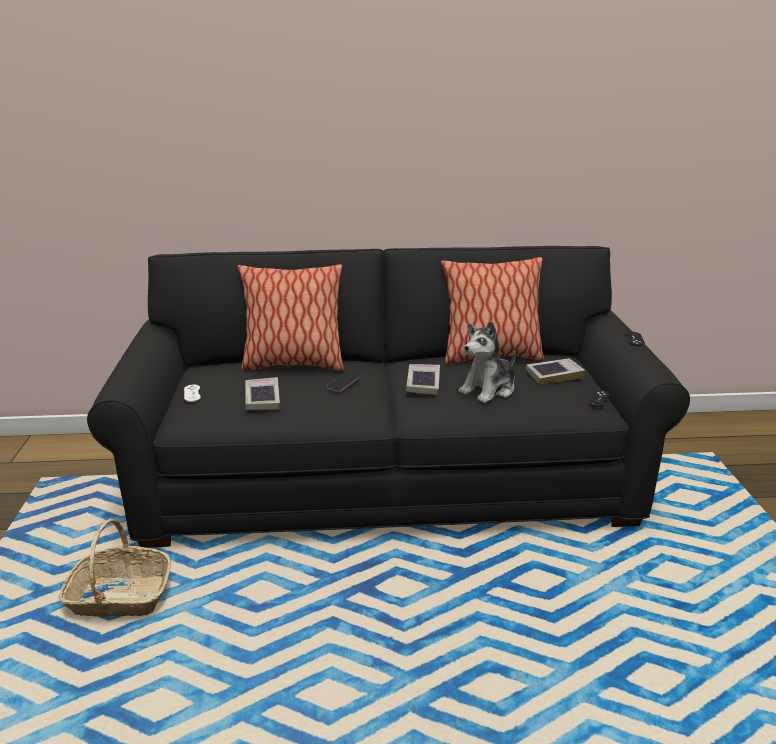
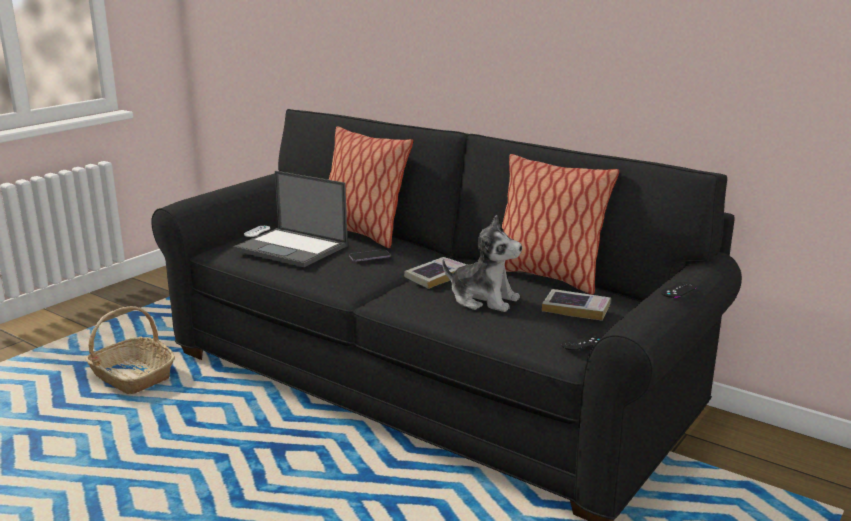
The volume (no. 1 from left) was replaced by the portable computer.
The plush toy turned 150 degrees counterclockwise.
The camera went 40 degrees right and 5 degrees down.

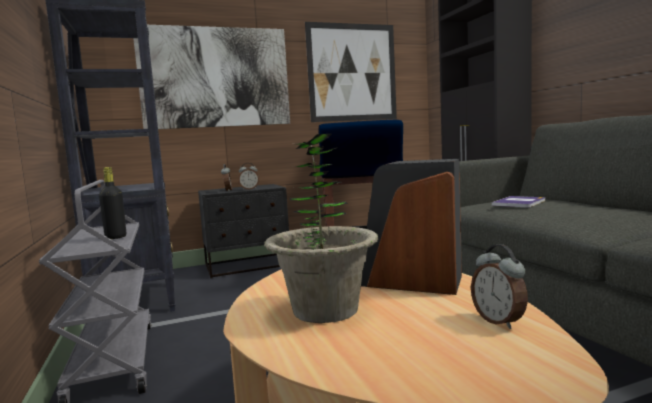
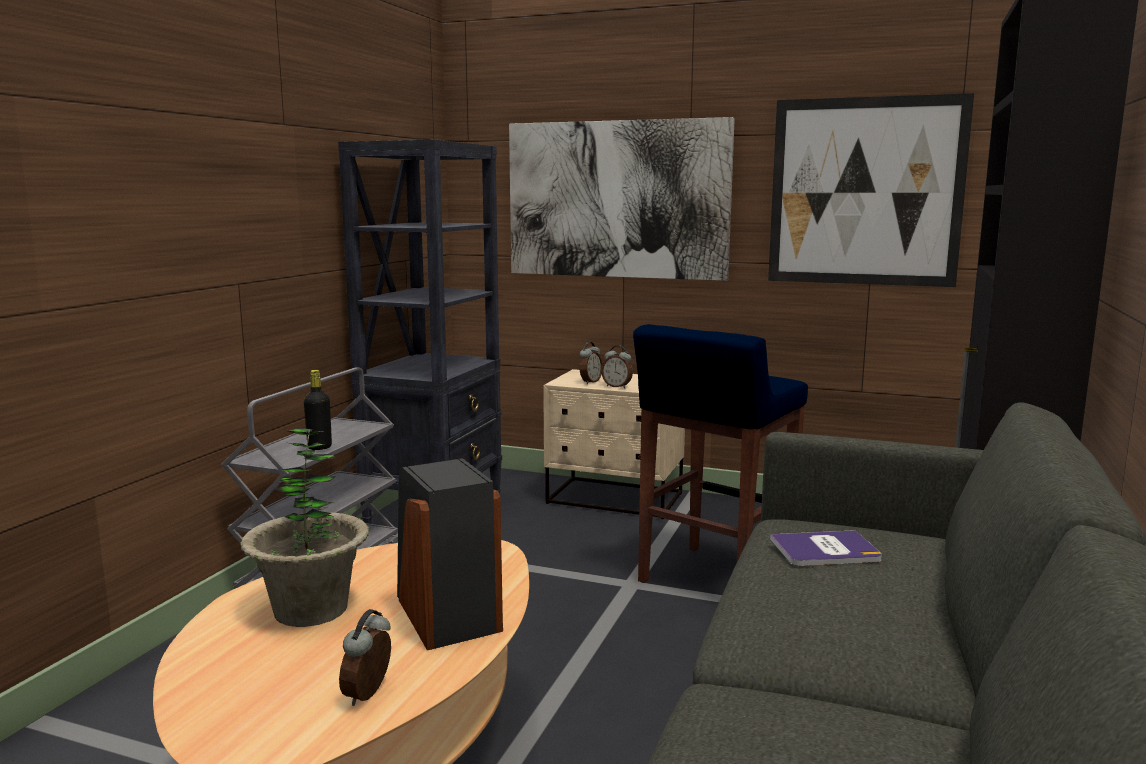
The blackish bedside table became the beige-coloured bedside table.
The camera went 40 degrees right and 5 degrees up.

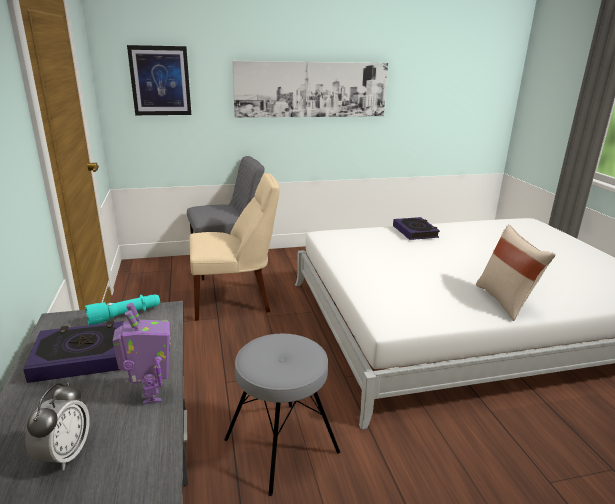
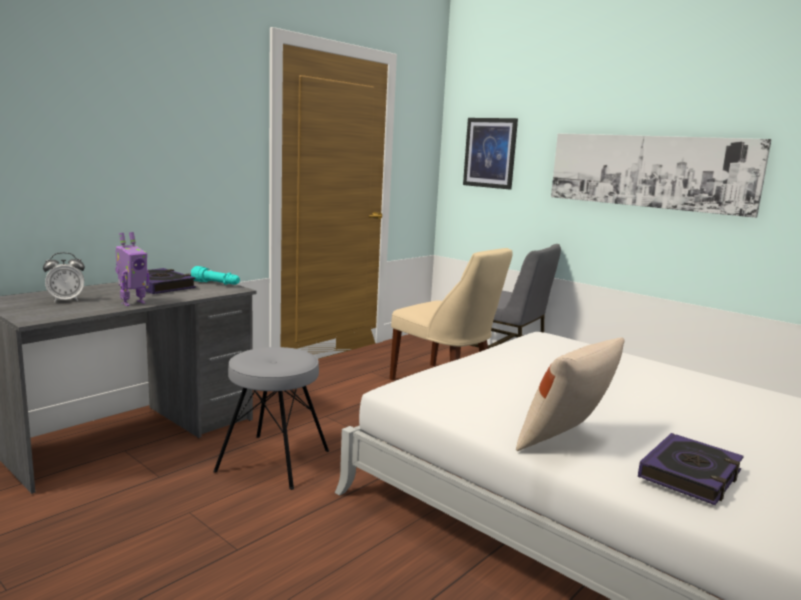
The volume (no. 2 from left) moved.
The camera went 55 degrees right and 10 degrees down.

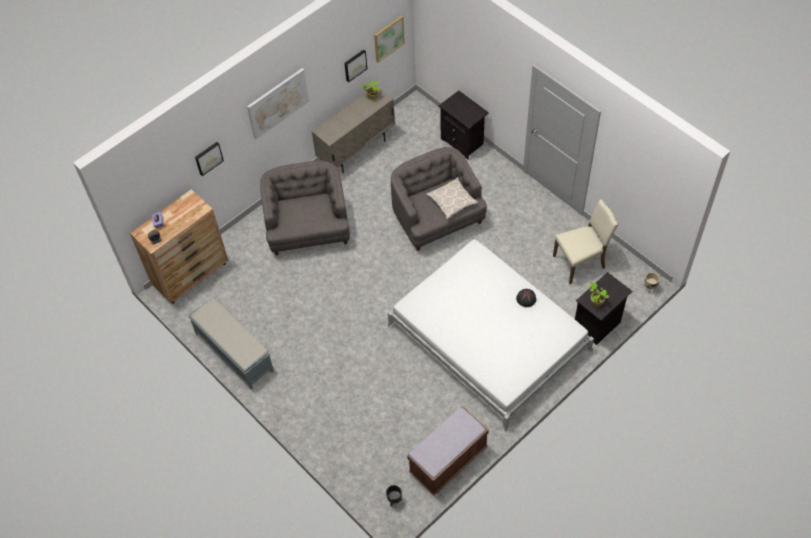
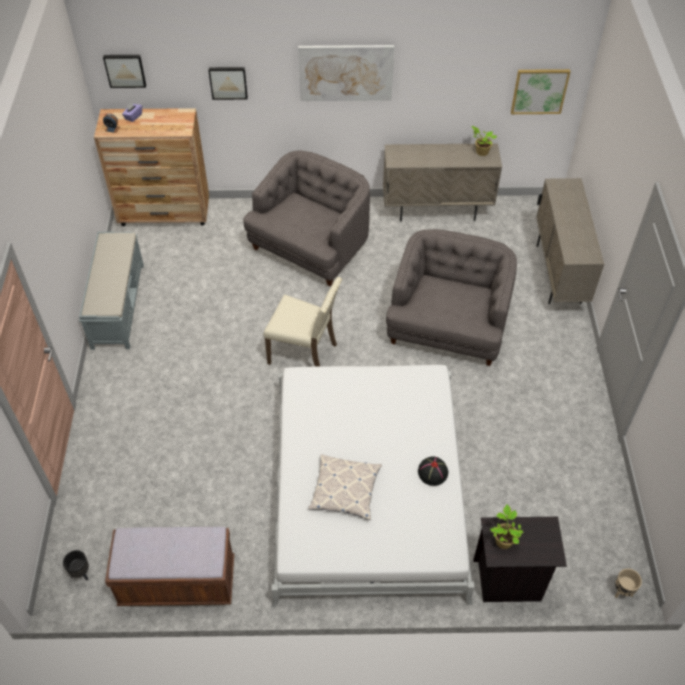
The wall picture (no. 3 from left in the first image) moved.
The pillow moved.
The blackish bedside table (no. 1 from left) was replaced by the beige-coloured cupboard (no. 2 from left).
The beige-coloured upright chair moved.
The camera went 40 degrees right and 5 degrees down.

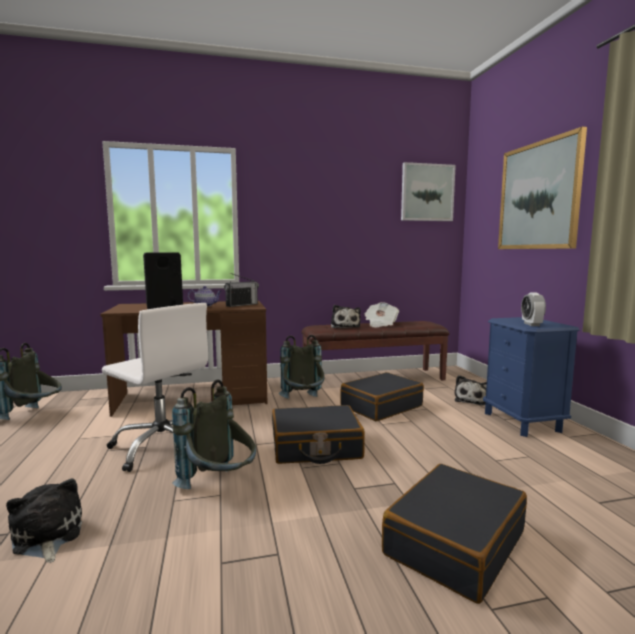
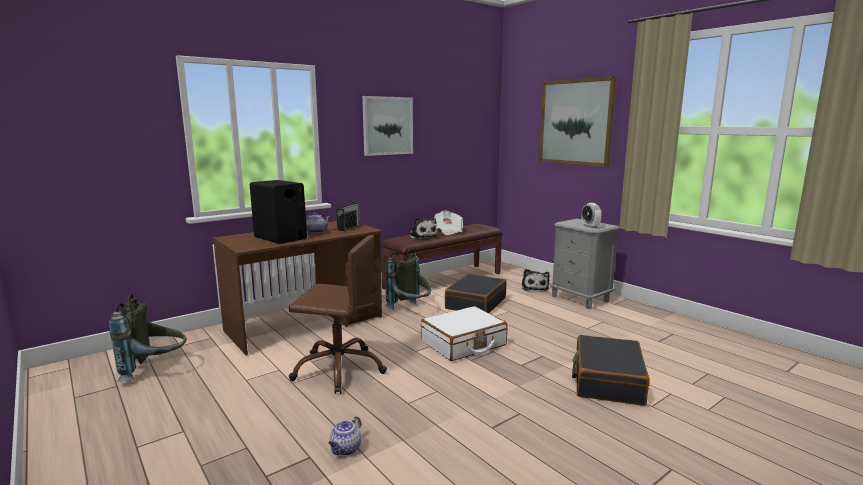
The plush toy (no. 1 from left) was replaced by the teapot (no. 2 from left).
The white office chair became the brown-coloured office chair.
The grey rucksack (no. 2 from left) disappeared.
The blackish travel case (no. 1 from left) became the white travel case.
The wall picture (no. 1 from left) moved.
The blue bedside table became the grey bedside table.
The camera went 25 degrees left and 5 degrees up.

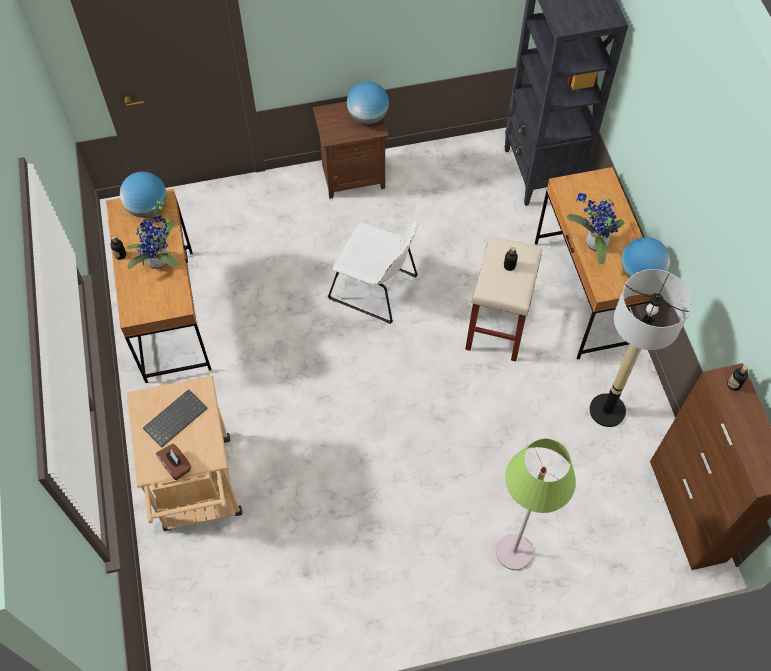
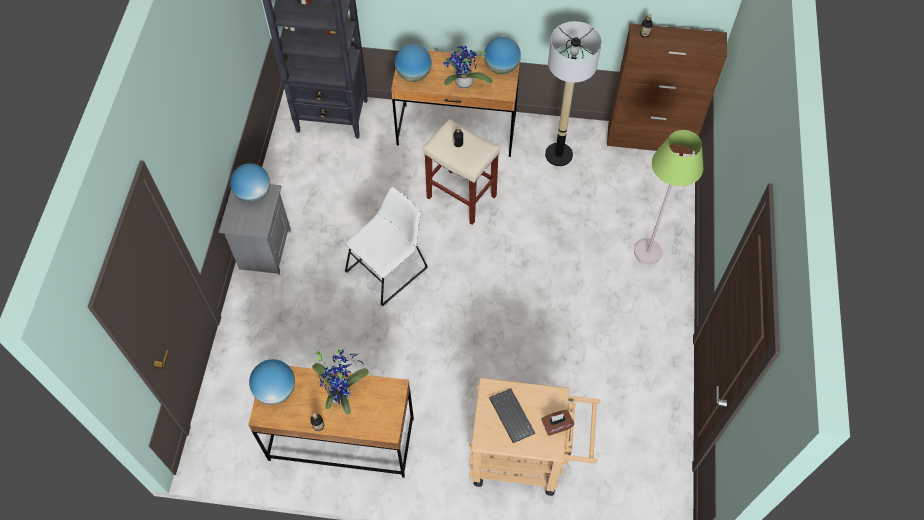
The brown-coloured bedside table became the grey bedside table.
The desk globe (no. 3 from left) appeared.
The camera went 70 degrees left and 0 degrees up.

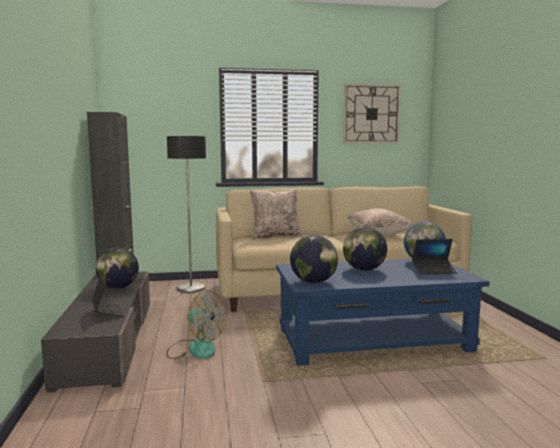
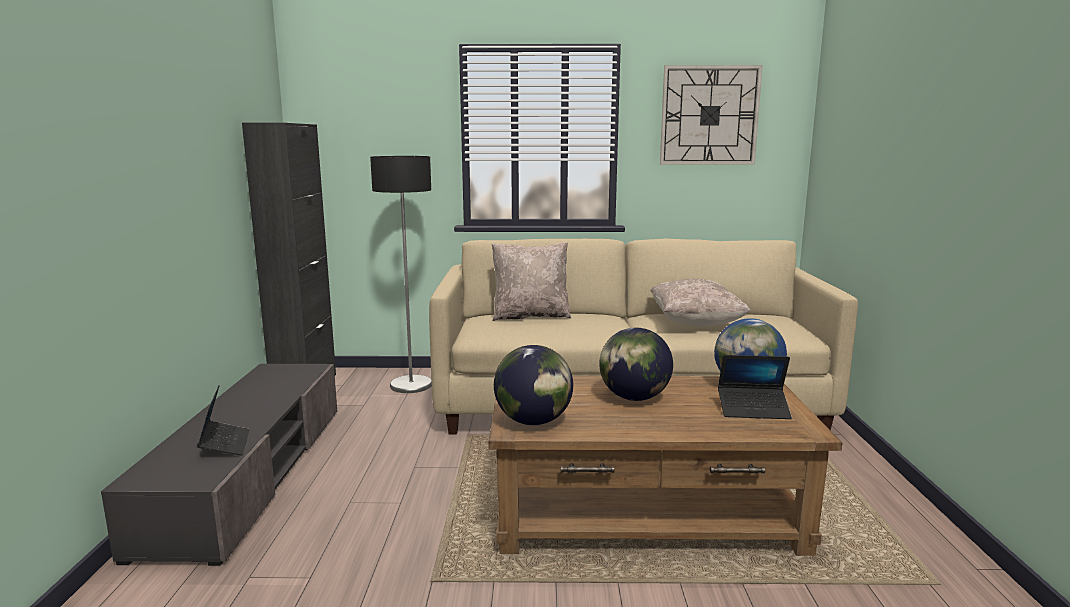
The desk globe (no. 1 from left) disappeared.
The electric fan disappeared.
The blue lounge table became the brown-coloured lounge table.
The camera went 10 degrees right and 5 degrees up.

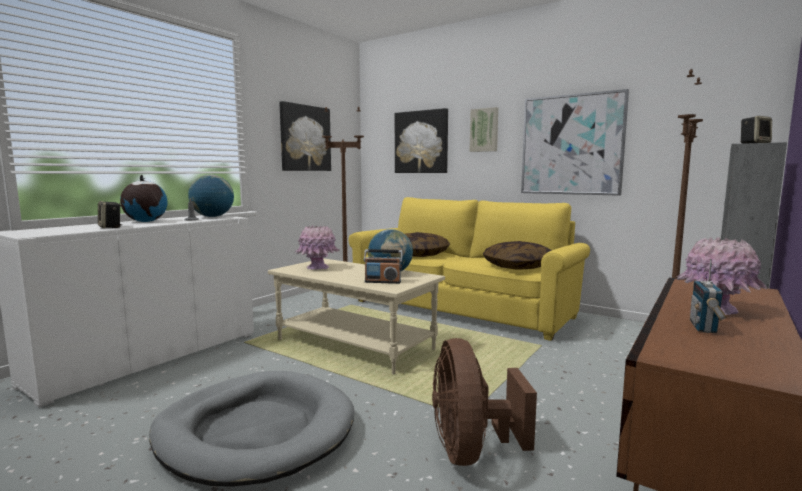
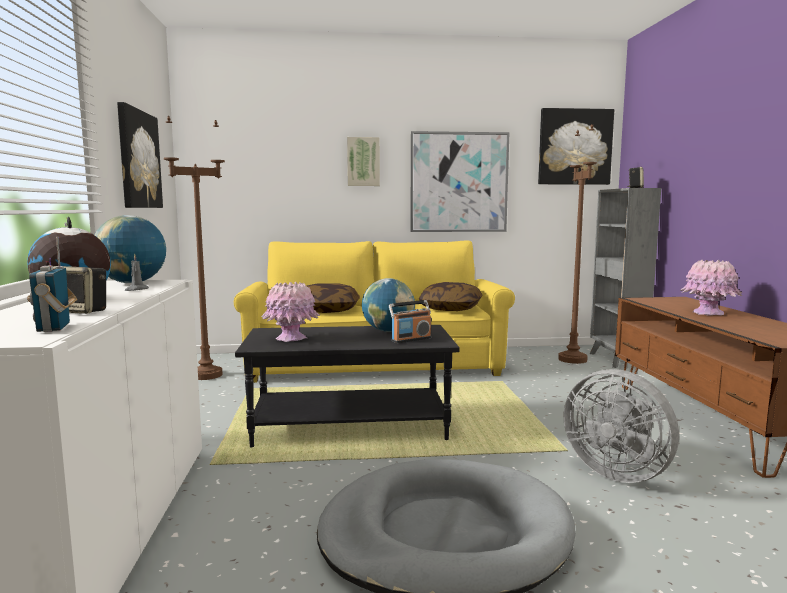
The beige-coloured lounge table became the blackish lounge table.
The wall picture (no. 2 from left in the first image) moved.
The brown-coloured electric fan became the grey electric fan.
The radio set (no. 2 from left in the first image) moved.
The camera went 40 degrees left and 0 degrees up.

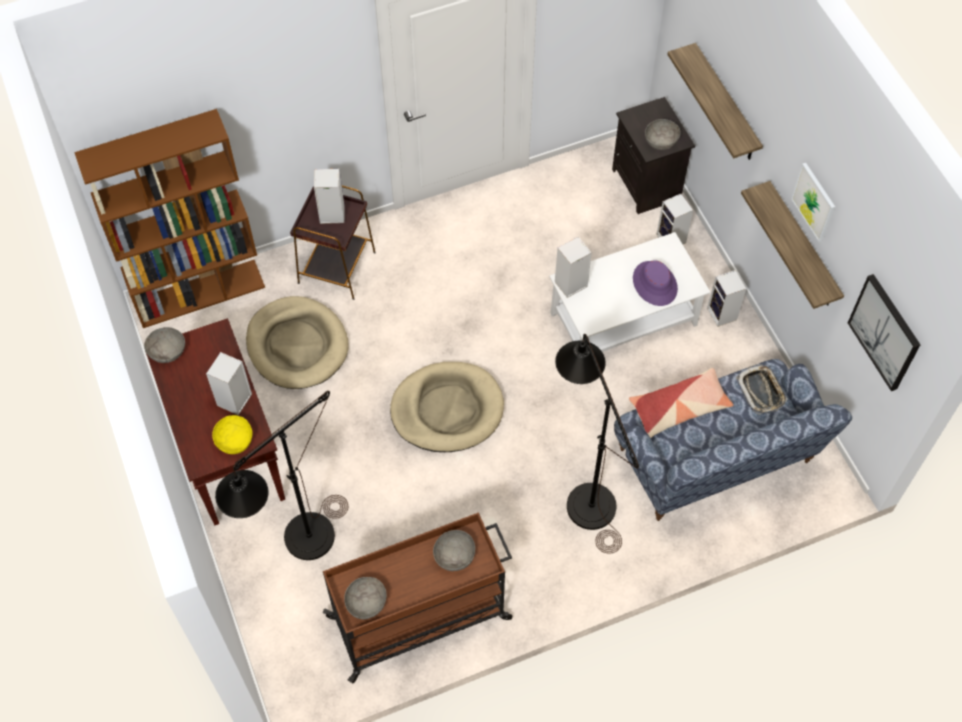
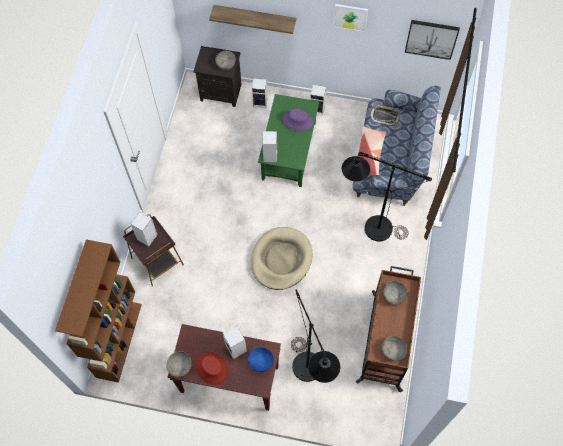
The yellow deep dish became the blue deep dish.
The beige-coloured dog bed (no. 1 from left) disappeared.
The white lounge table became the greenish lounge table.
The shelf (no. 2 from left) disappeared.
The reddish hat appeared.
The camera went 55 degrees left and 5 degrees up.

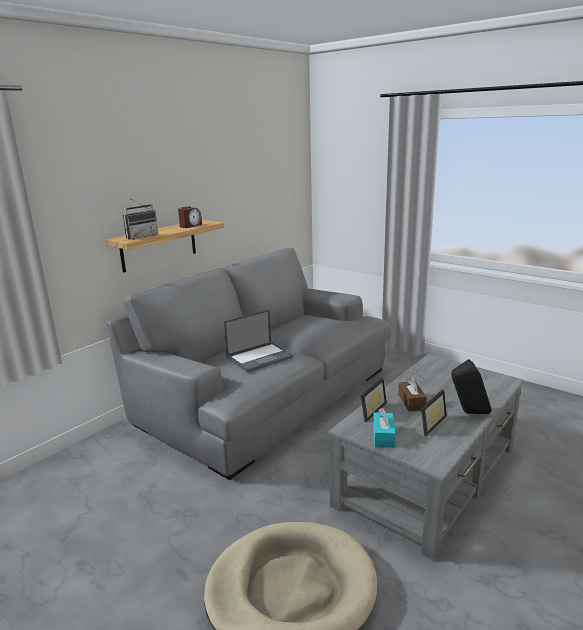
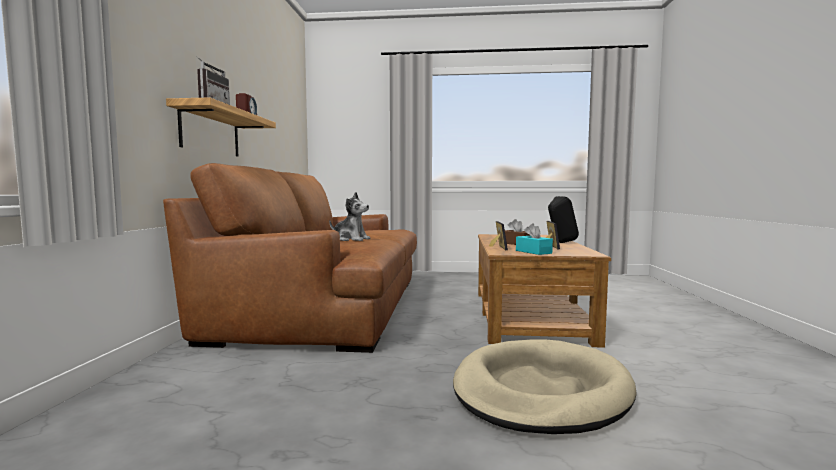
The grey sofa became the brown-coloured sofa.
The portable computer was replaced by the plush toy.
The grey lounge table became the brown-coloured lounge table.
The camera went 35 degrees left and 15 degrees down.

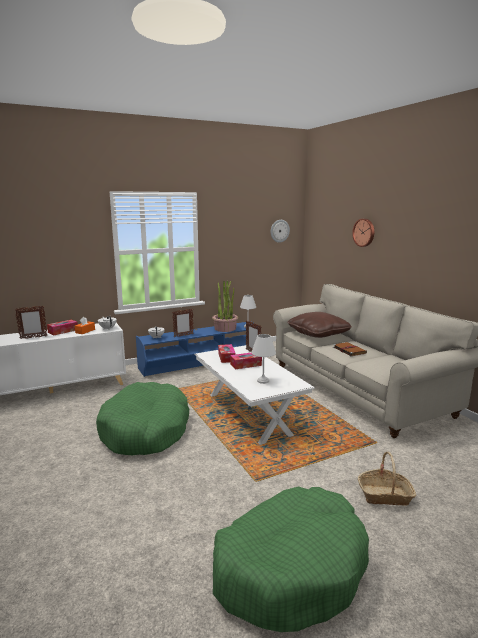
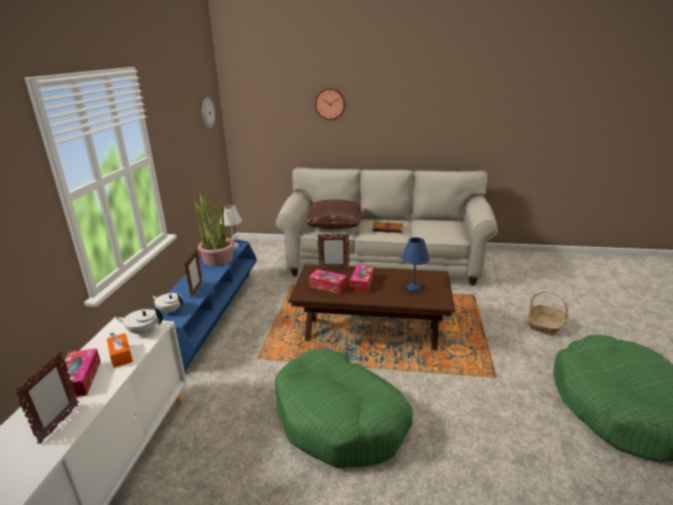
The white lounge table became the brown-coloured lounge table.
The white lamp for a table (no. 2 from left) became the blue lamp for a table.
The camera went 55 degrees left and 10 degrees up.

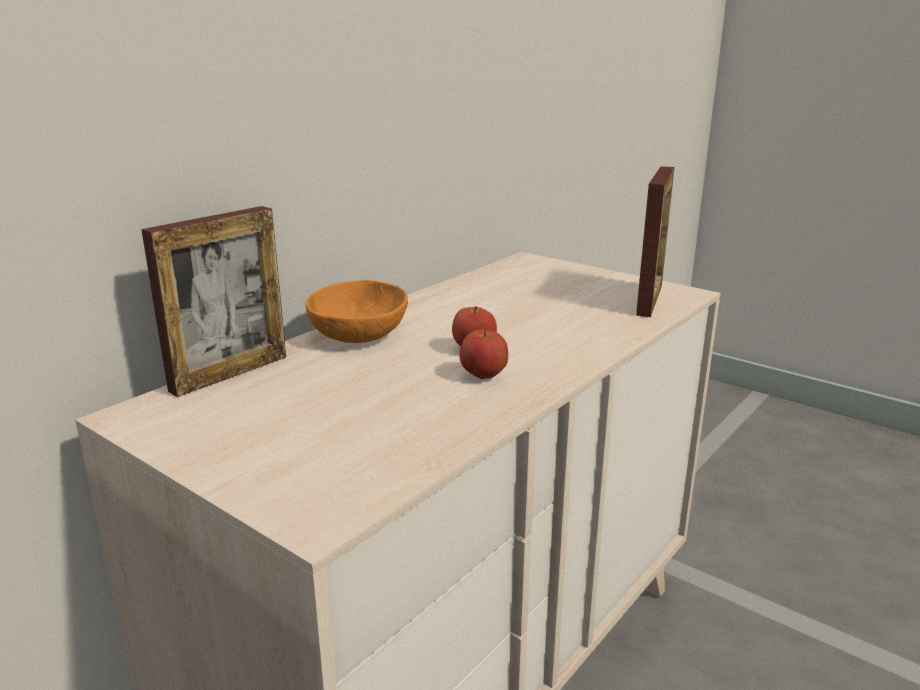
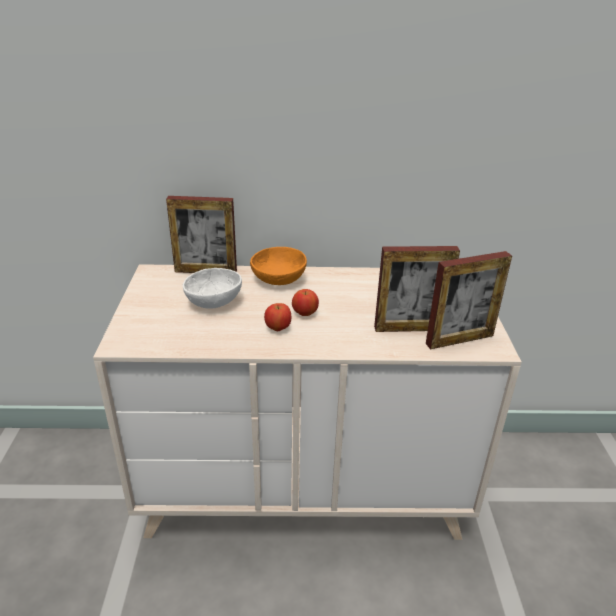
The white deep dish appeared.
The standing frame (no. 2 from left) appeared.
The camera went 50 degrees right and 10 degrees up.

